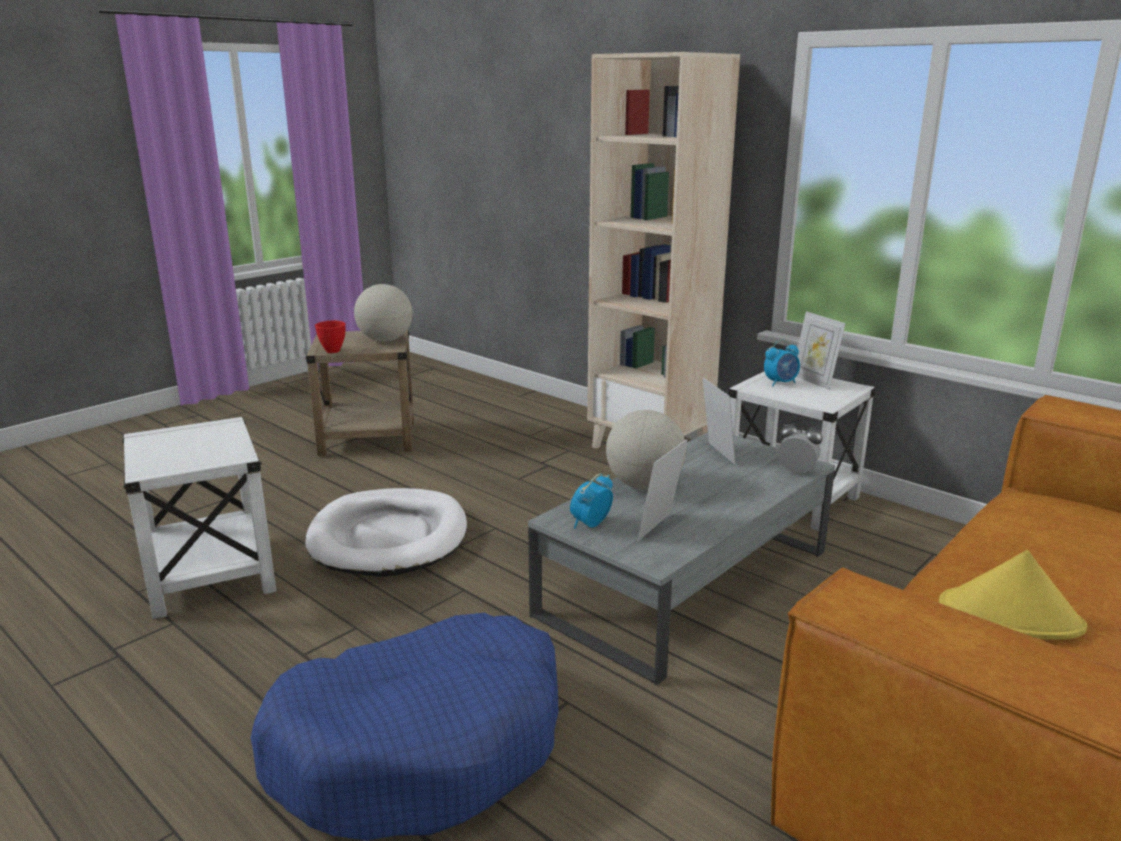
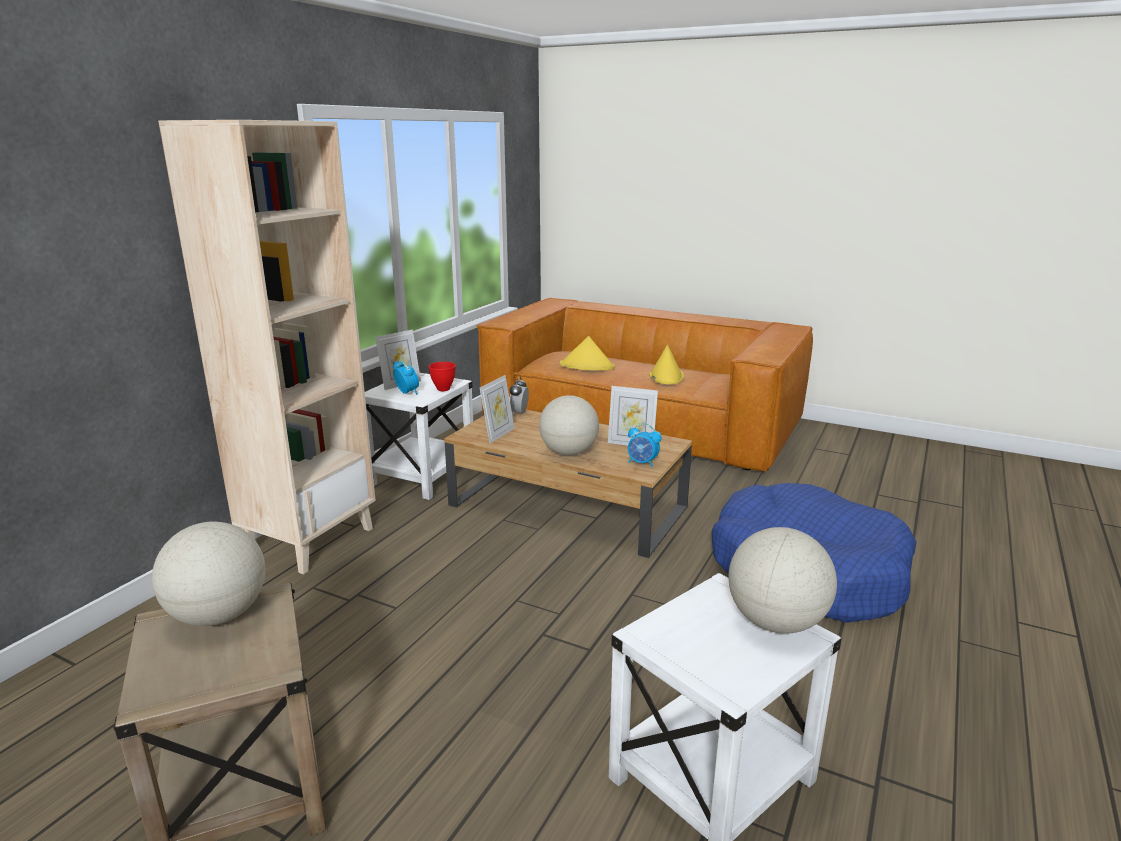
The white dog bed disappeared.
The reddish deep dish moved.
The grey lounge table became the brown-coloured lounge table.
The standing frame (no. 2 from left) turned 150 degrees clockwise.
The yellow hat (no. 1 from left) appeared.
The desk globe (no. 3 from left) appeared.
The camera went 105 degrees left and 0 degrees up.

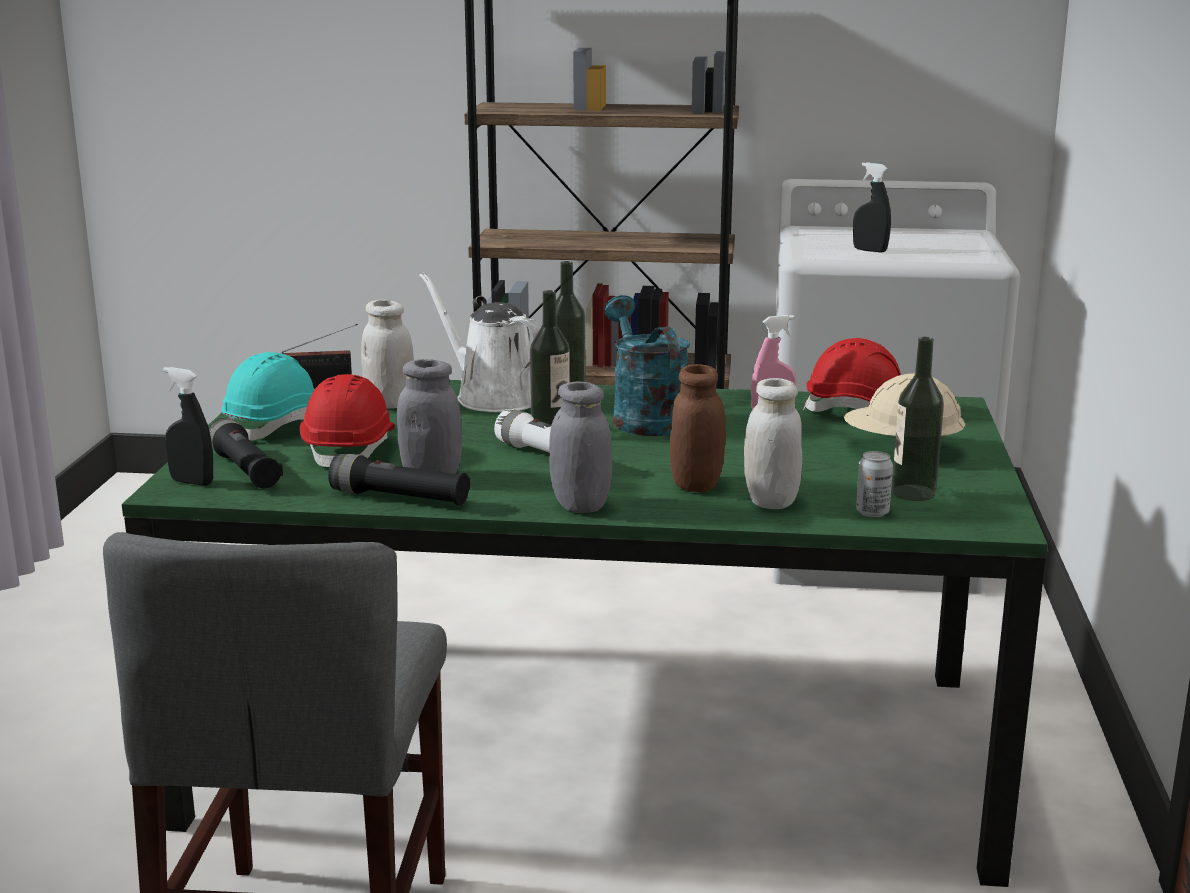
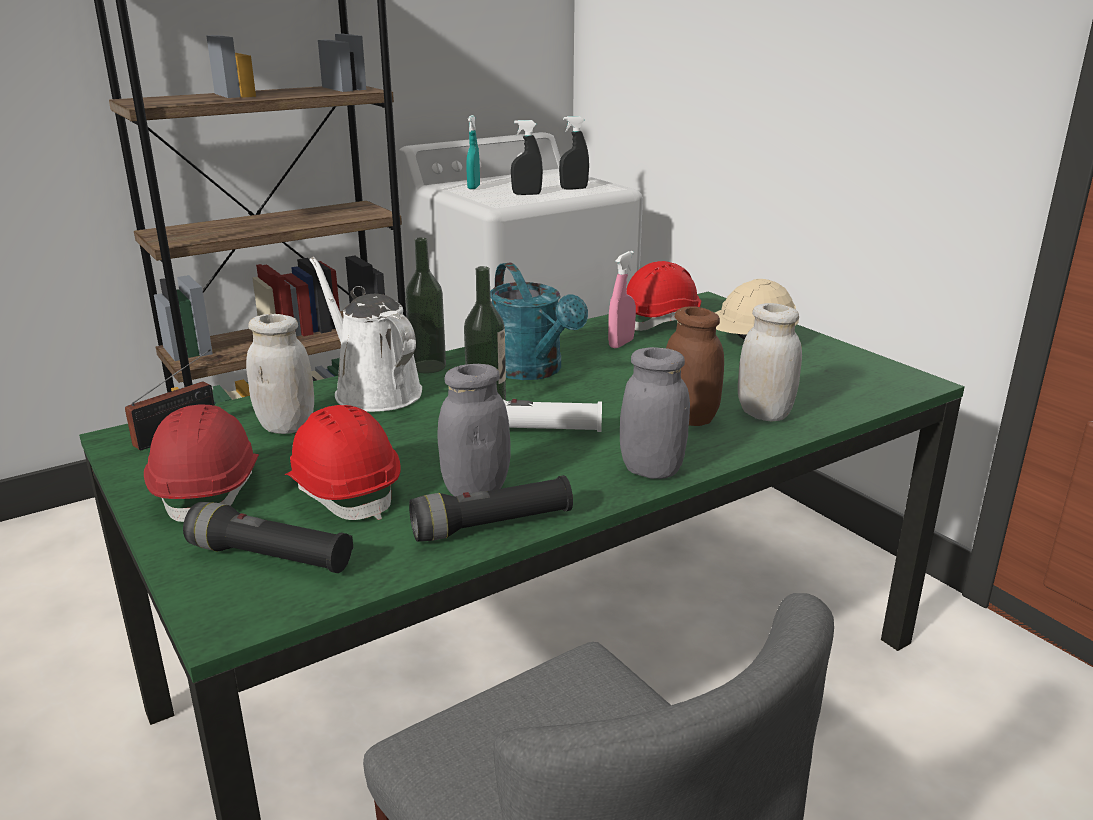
The blackish spray bottle (no. 1 from left in the first image) moved.
The turquoise-coloured safety helmet became the reddish safety helmet (no. 1 from left).
The white watering pot turned 45 degrees clockwise.
The turquoise-coloured watering pot turned 150 degrees counterclockwise.
The metal can disappeared.
The drink bottle (no. 3 from left) disappeared.
The turquoise-coloured spray bottle appeared.
The camera went 40 degrees left and 5 degrees up.

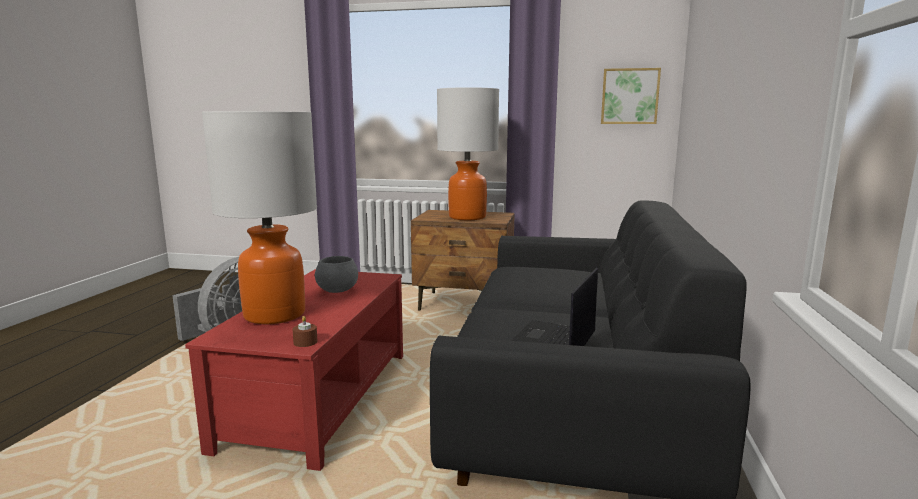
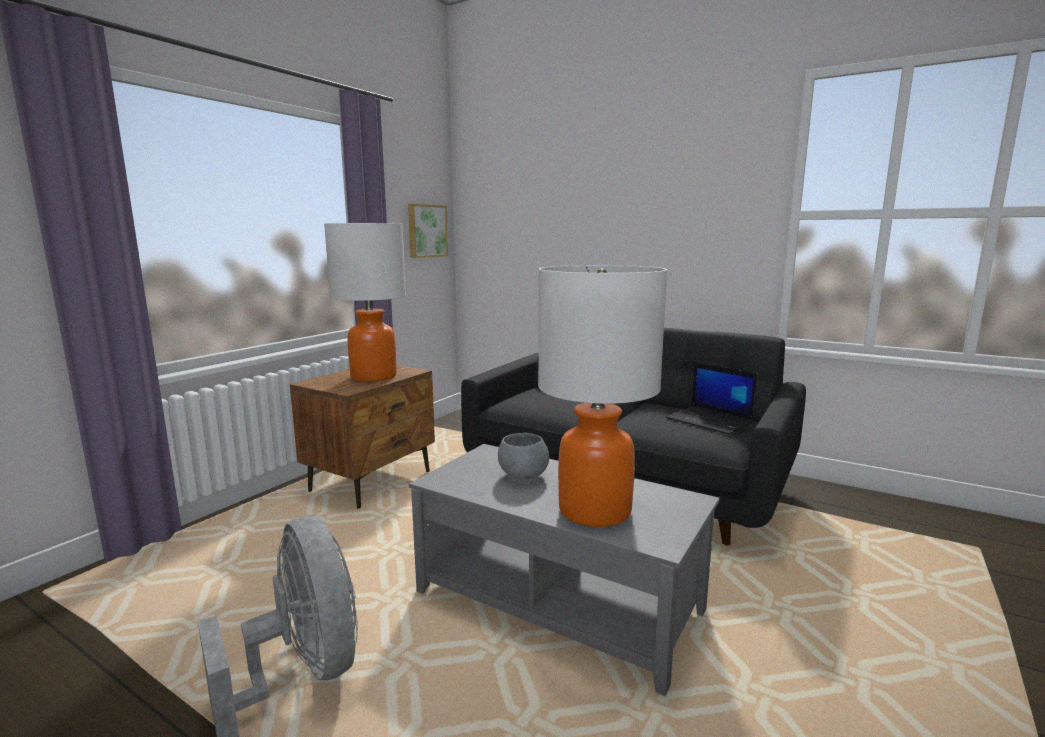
The reddish lounge table became the grey lounge table.
The brown-coloured wax light disappeared.
The camera went 70 degrees left and 0 degrees up.

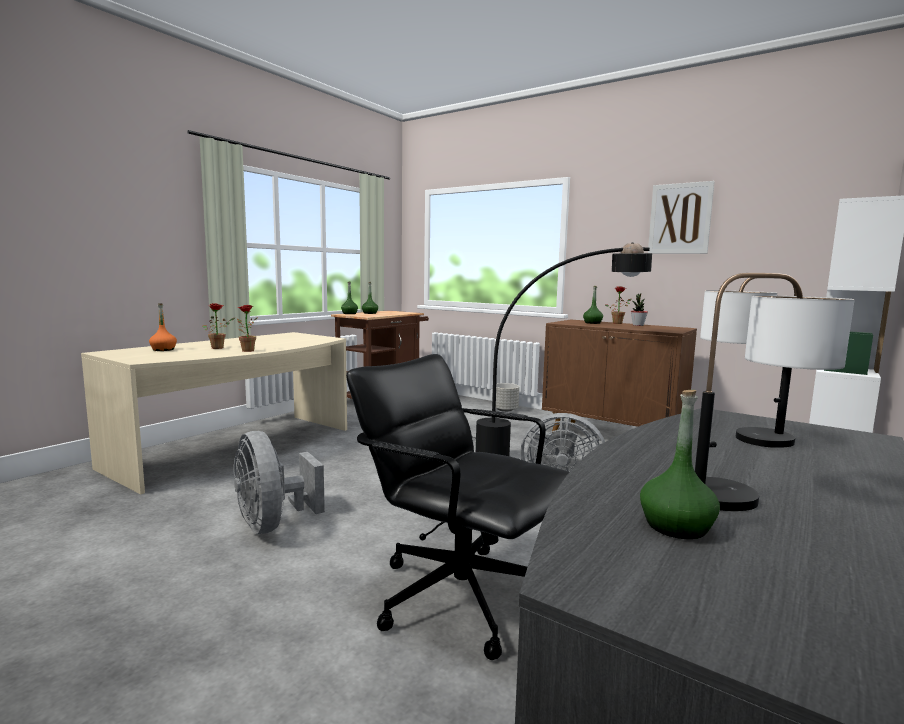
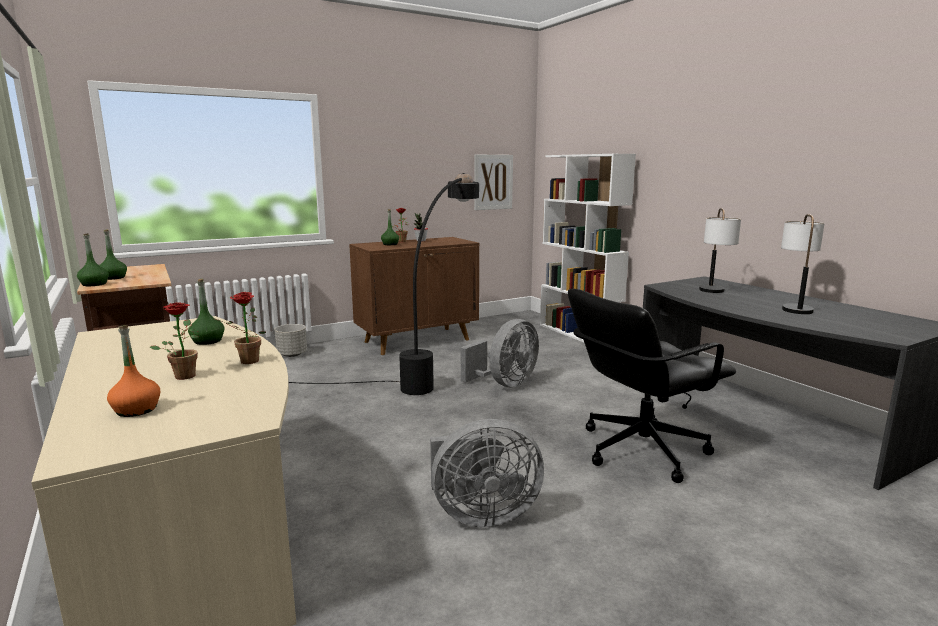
The greenish drink bottle (no. 4 from left in the first image) moved.
The wall picture moved.
The camera went 65 degrees left and 5 degrees up.

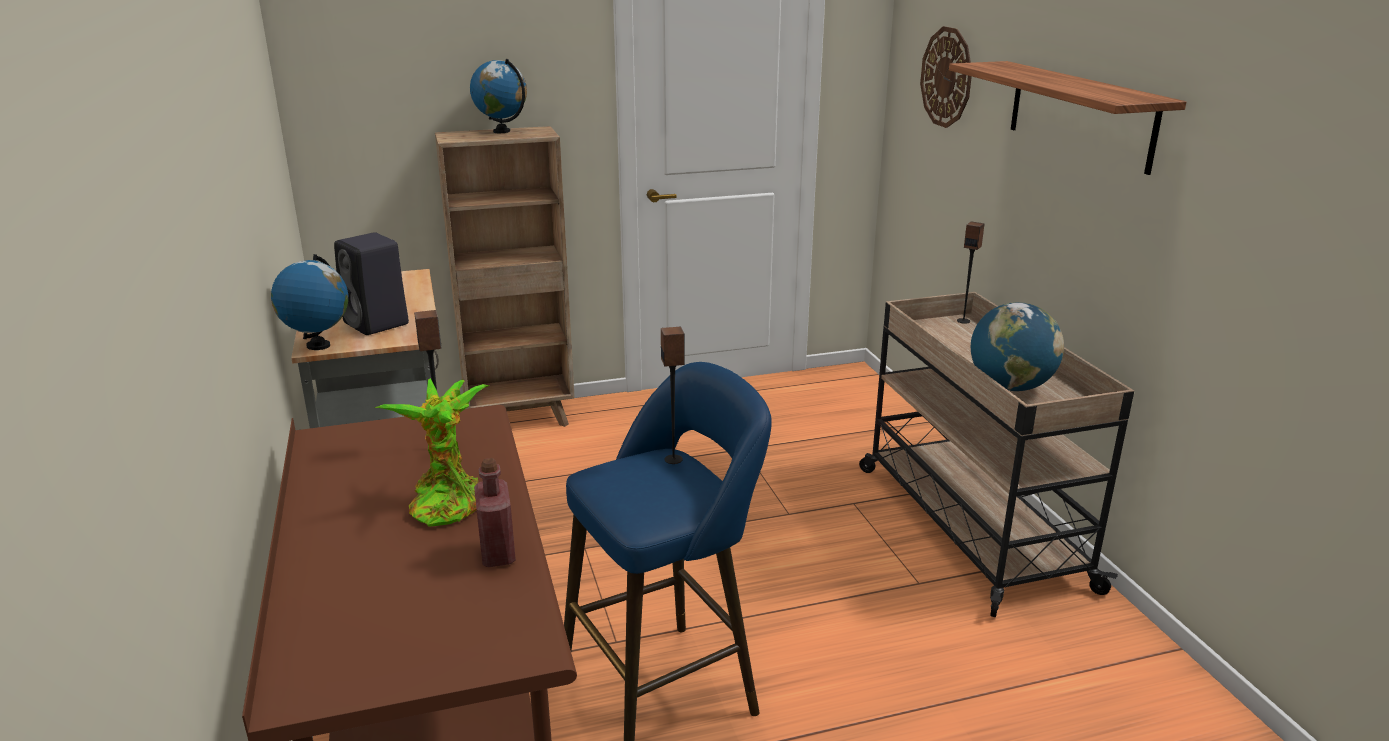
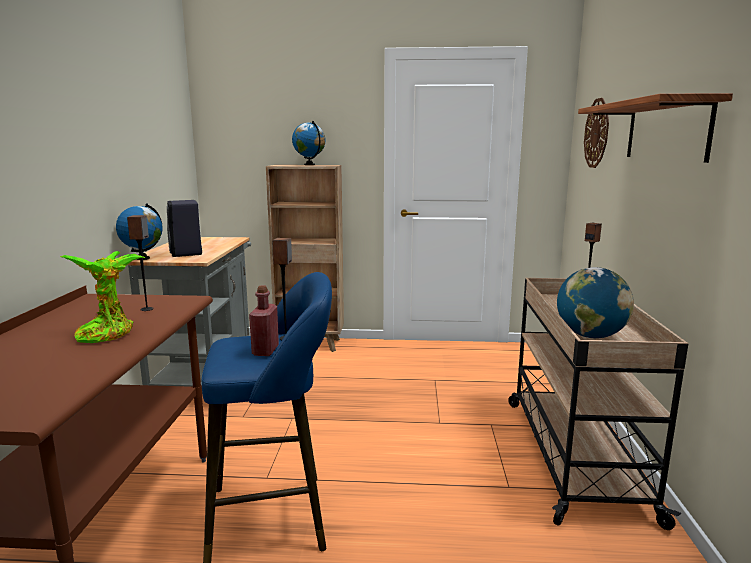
The reddish drink bottle moved.
The camera went 20 degrees right and 10 degrees down.

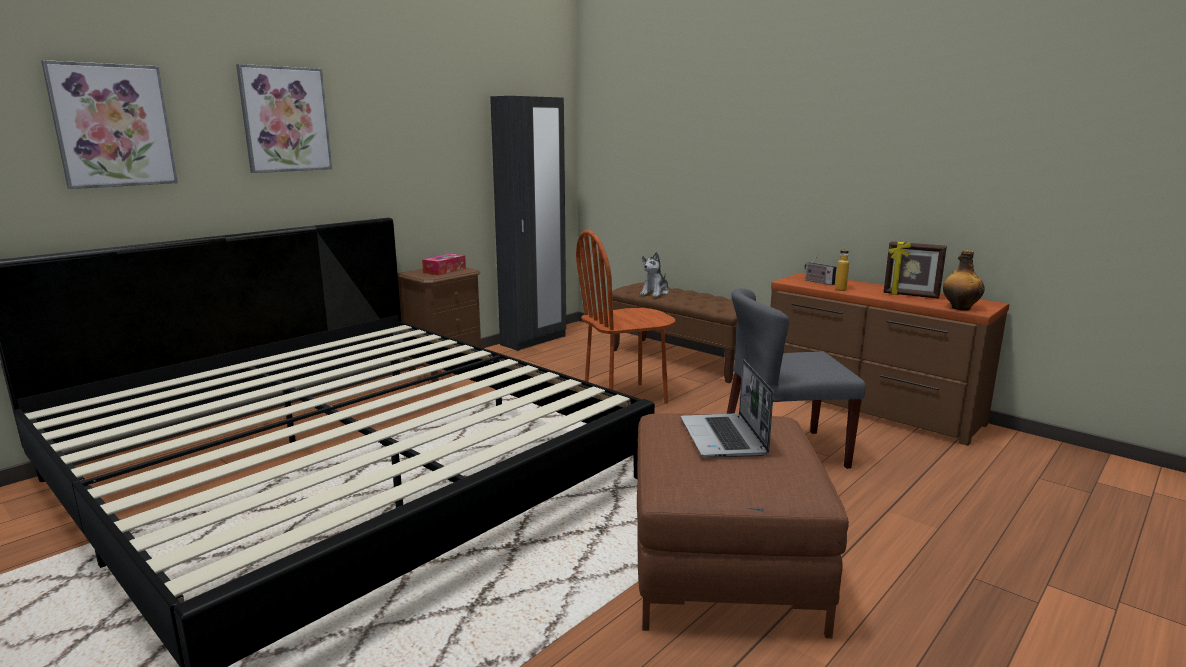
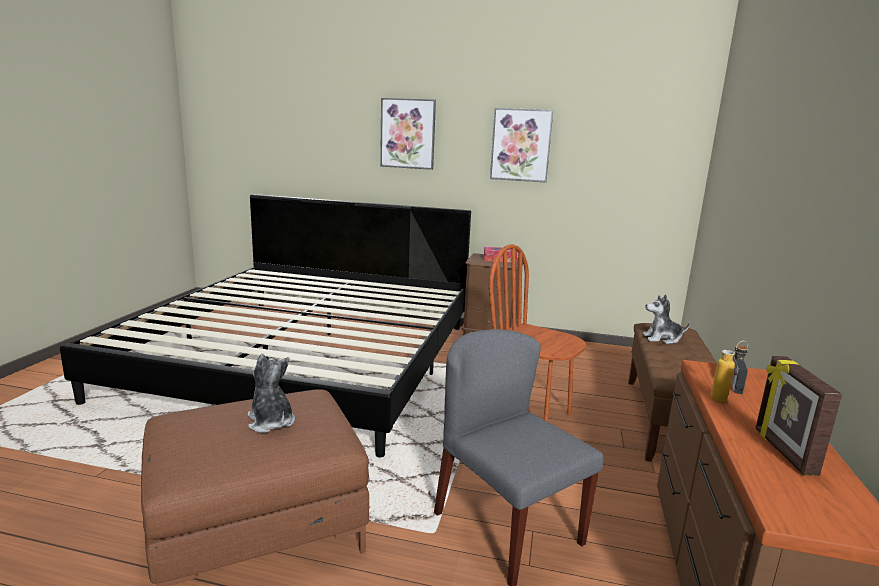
The wall picture (no. 1 from left in the first image) moved.
The blackish clothes cupboard disappeared.
The portable computer was replaced by the plush toy (no. 1 from left).
The drink bottle (no. 2 from left) disappeared.
The camera went 60 degrees right and 0 degrees up.

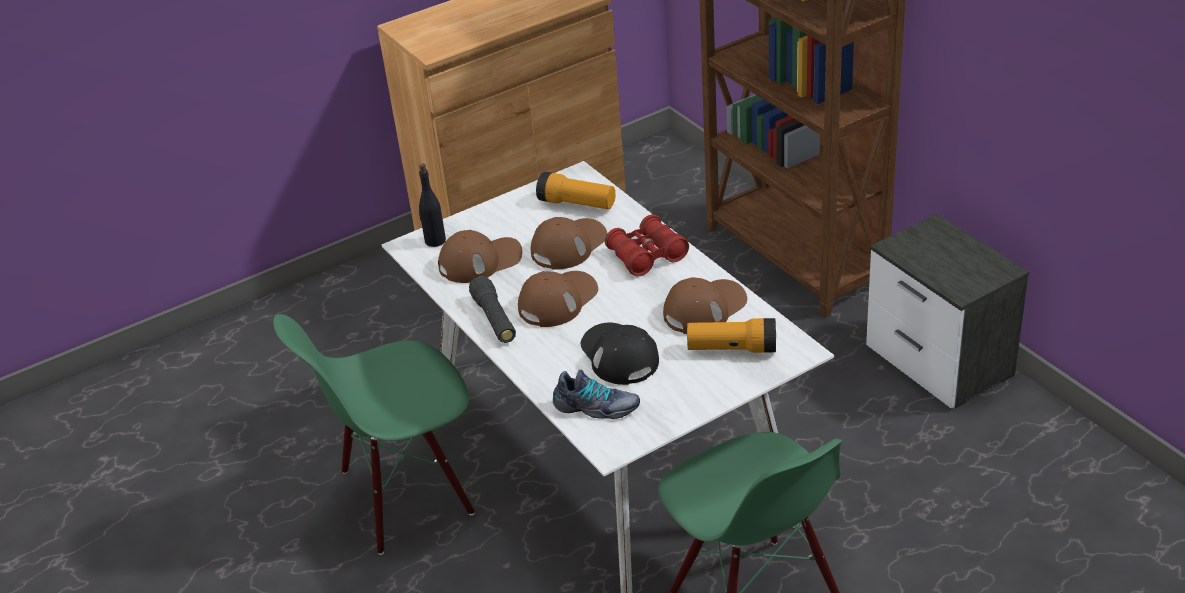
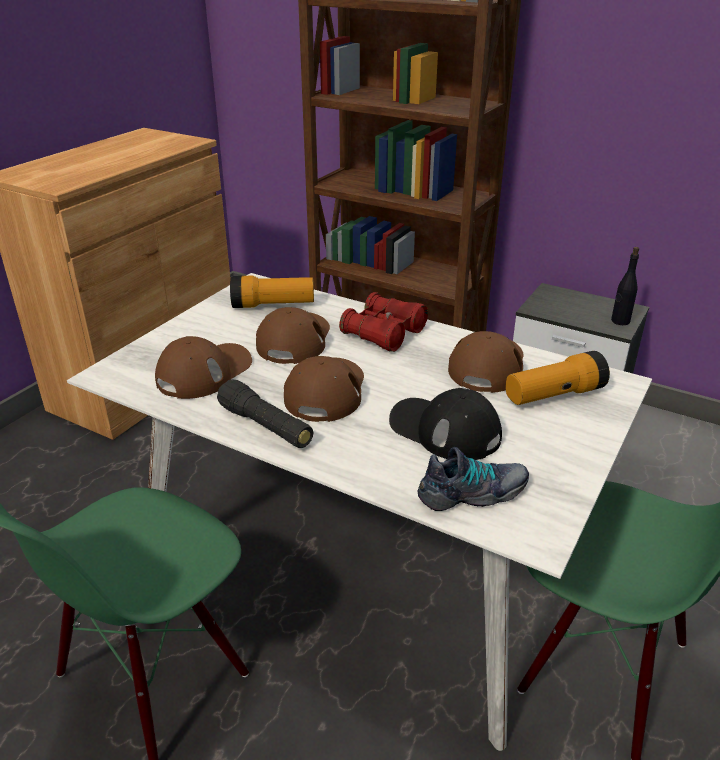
The blackish drink bottle moved.
The camera went 30 degrees left and 5 degrees down.

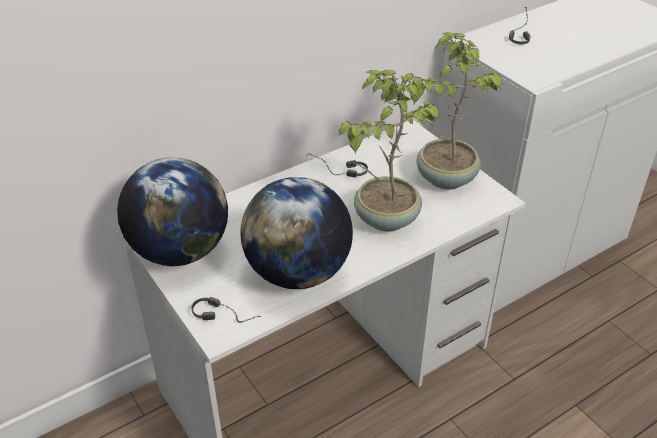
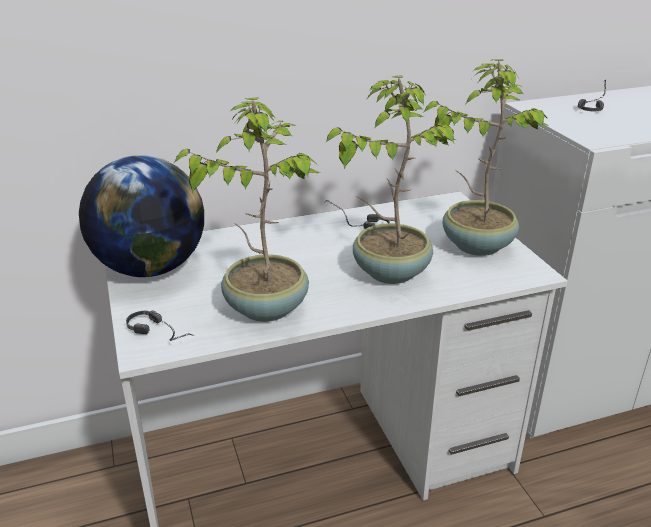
The desk globe (no. 2 from left) was replaced by the plant in a pot (no. 1 from left).
The camera went 15 degrees right and 10 degrees down.

